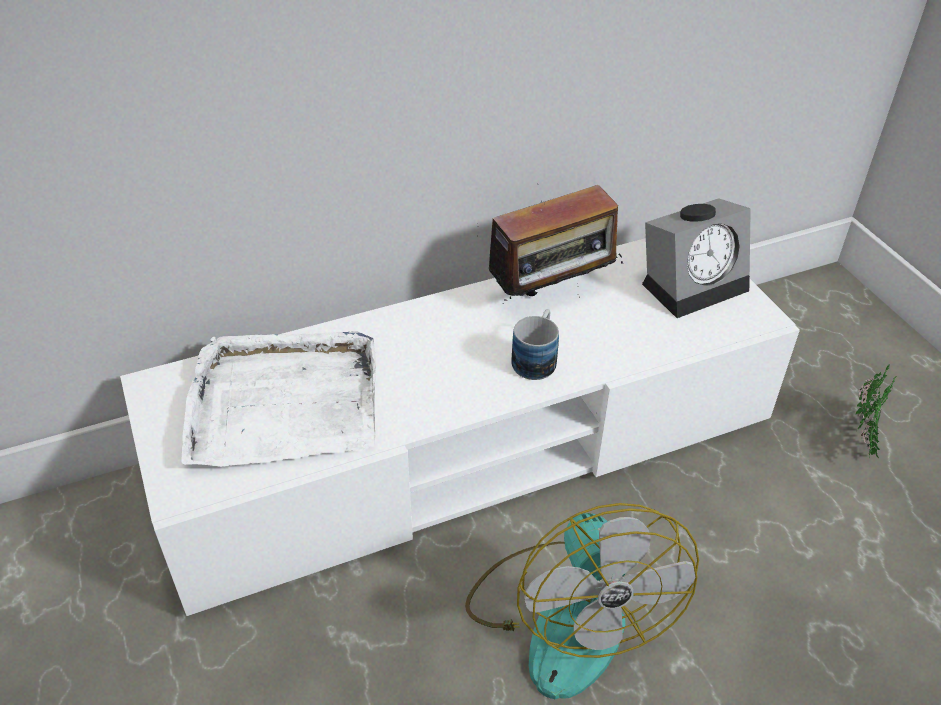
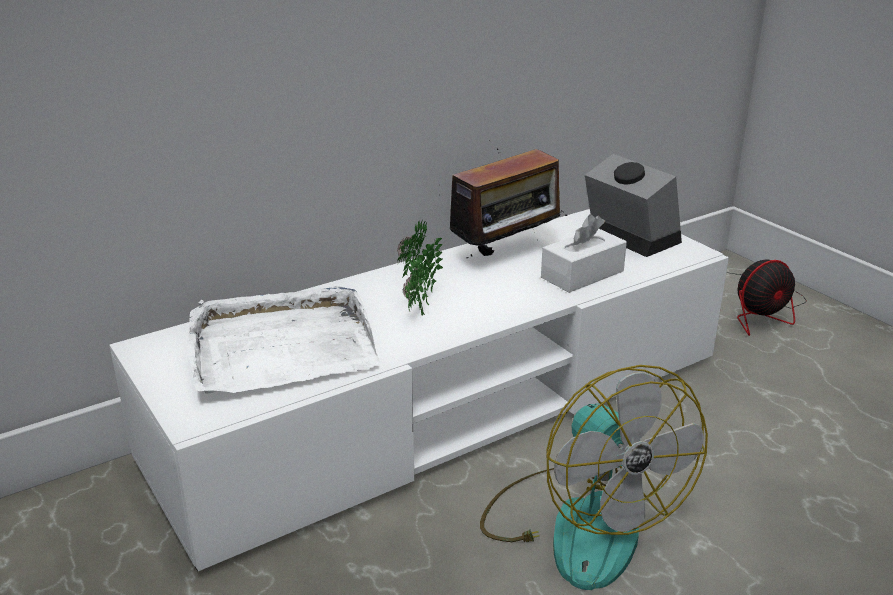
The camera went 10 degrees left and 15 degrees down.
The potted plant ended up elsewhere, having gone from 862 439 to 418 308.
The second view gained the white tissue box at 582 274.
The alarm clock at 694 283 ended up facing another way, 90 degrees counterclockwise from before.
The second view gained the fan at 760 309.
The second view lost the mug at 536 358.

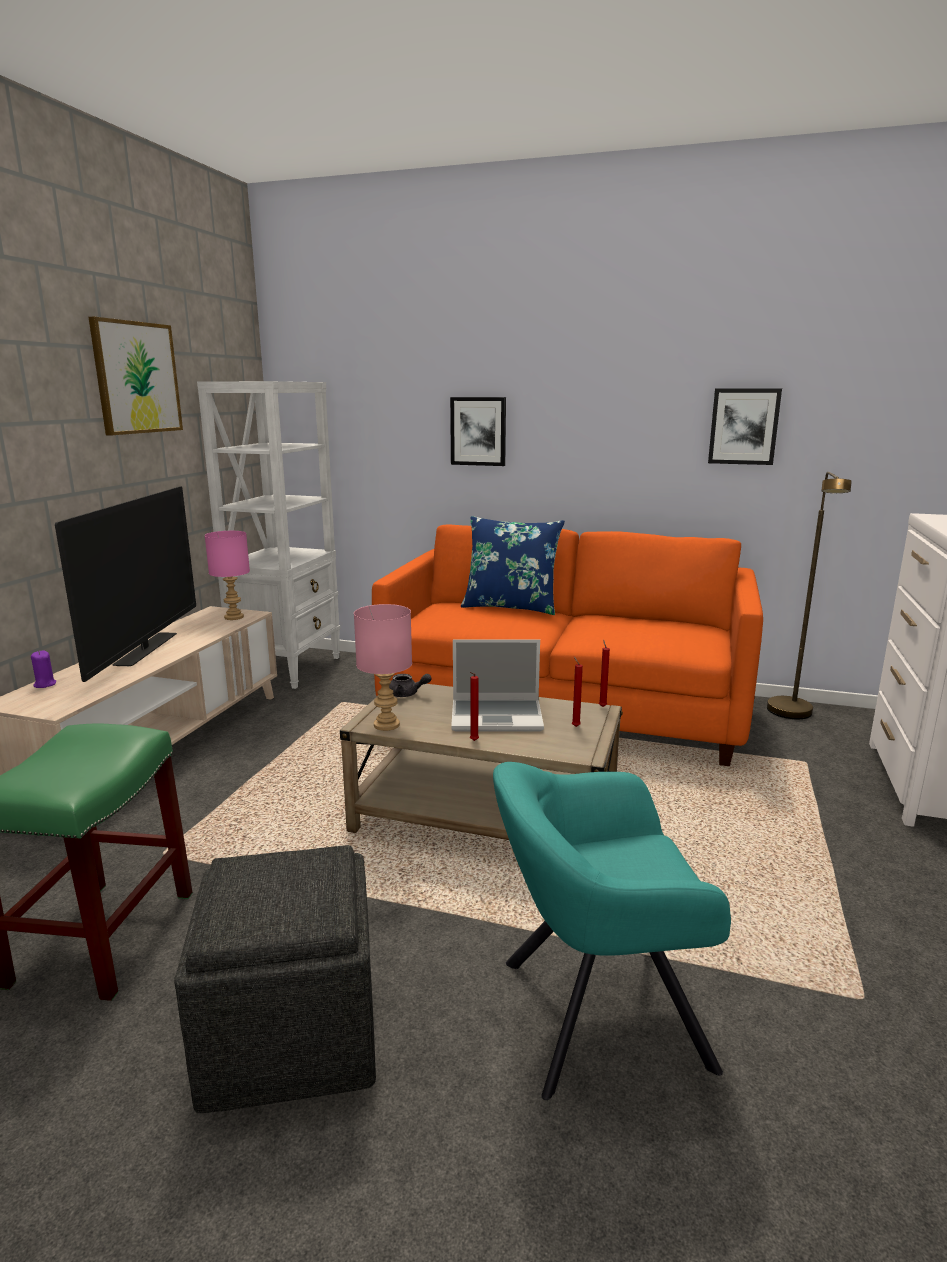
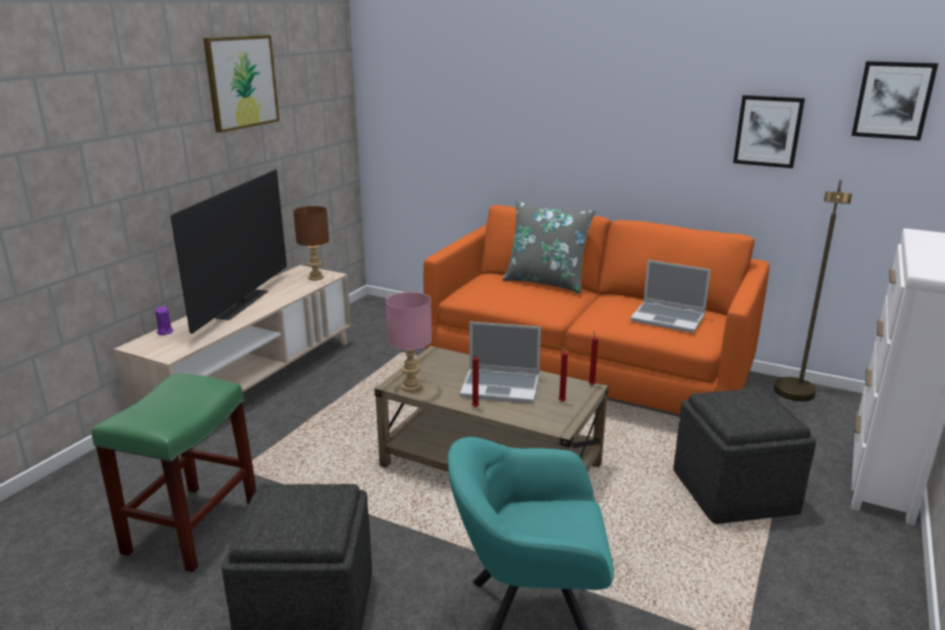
The camera went 10 degrees right and 5 degrees up.
What was the pink table lamp at 234 617 turned into the brown table lamp at 316 278.
What was the blue pillow at 511 607 turned into the grey pillow at 546 282.
The second view gained the laptop at 669 318.
The second view gained the grey ottoman at 735 492.
The picture ended up elsewhere, having gone from 478 431 to 893 100.
The second view lost the white bookcase at 288 668.
The second view lost the grey teapot at 407 694.

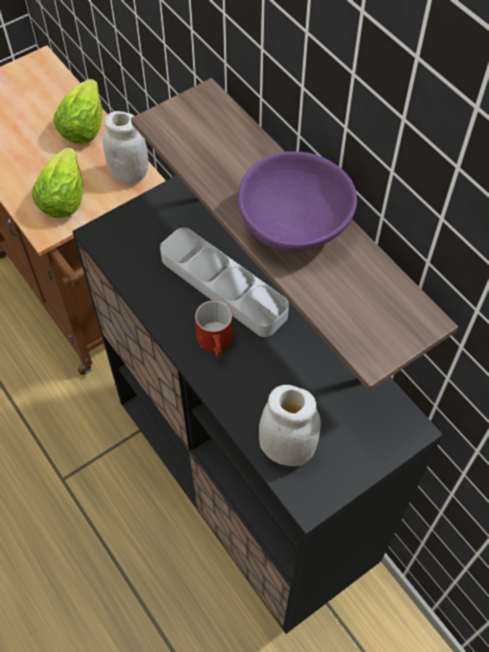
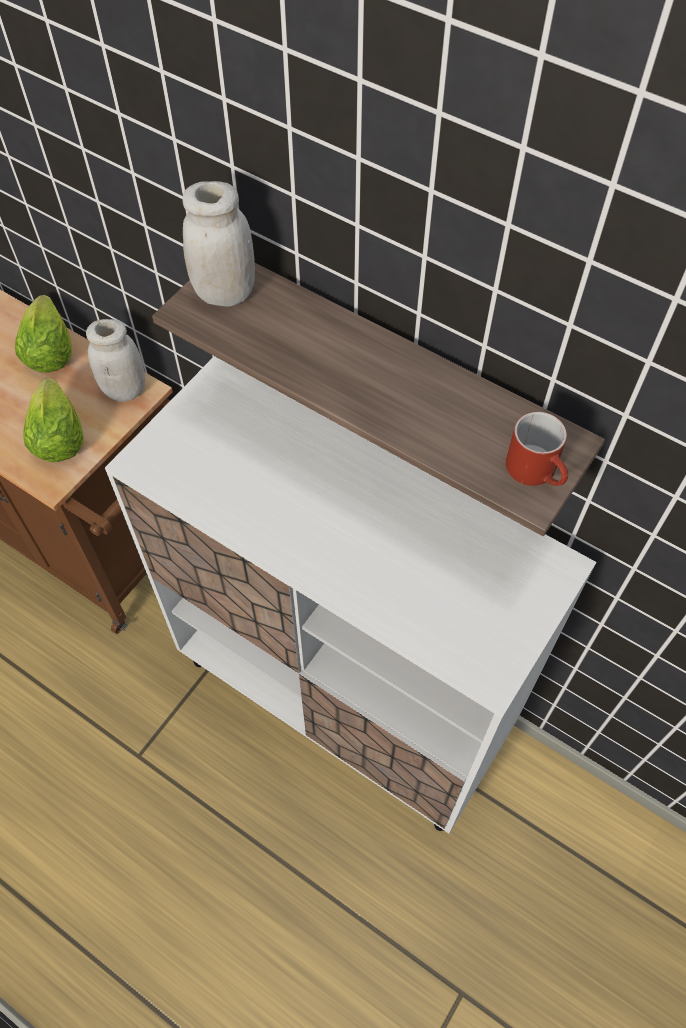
The camera went 20 degrees left and 0 degrees up.
What was the black cabinet at 245 492 turned into the white cabinet at 344 700.
The white jar ended up elsewhere, having gone from 287 449 to 225 293.
The red mug ended up elsewhere, having gone from 217 343 to 538 472.
The second view lost the grey tray at 223 286.
The second view lost the purple bowl at 293 225.

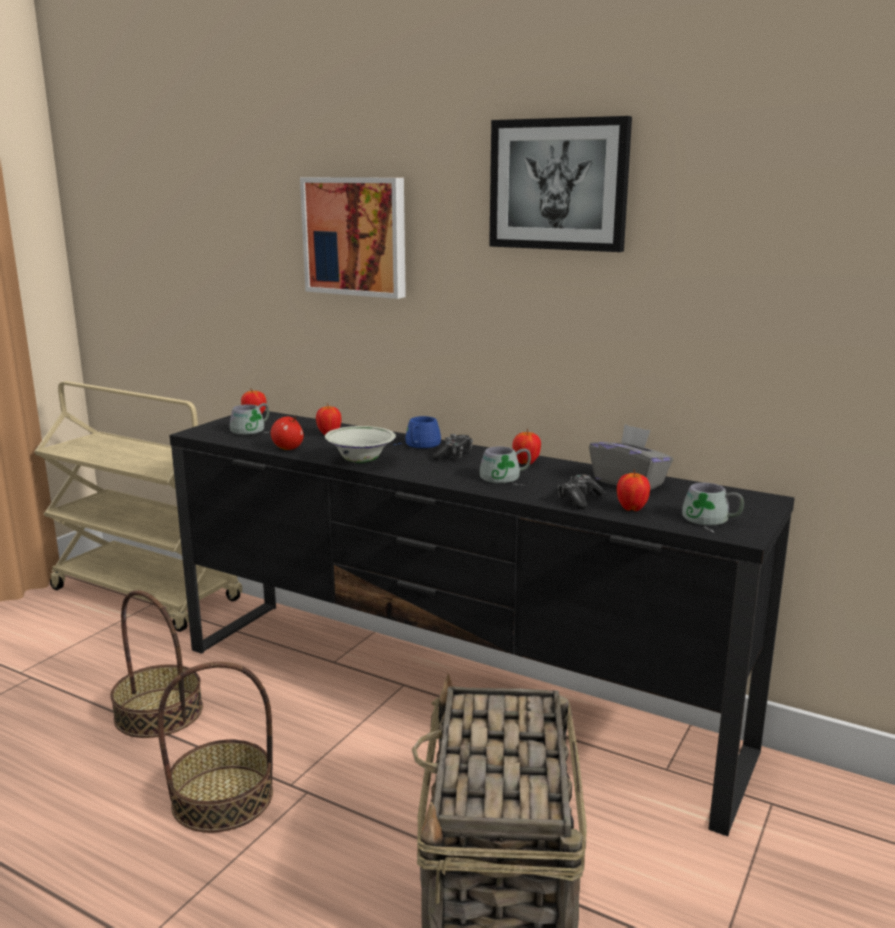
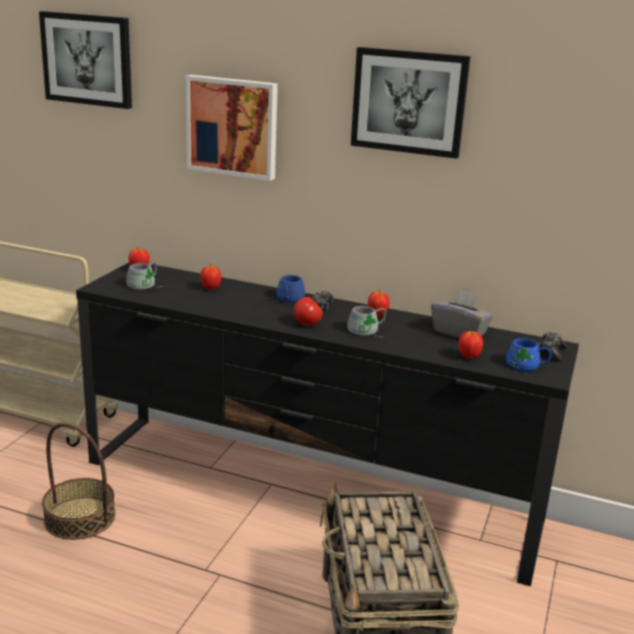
The camera went 10 degrees left and 5 degrees up.
The second view gained the picture at 88 59.
The apple ended up elsewhere, having gone from 288 448 to 307 324.
What was the grey mug at 709 521 turned into the blue mug at 526 366.
The game controller ended up elsewhere, having gone from 579 499 to 551 352.
The second view lost the basket at 223 798.
The second view lost the white bowl at 360 461.

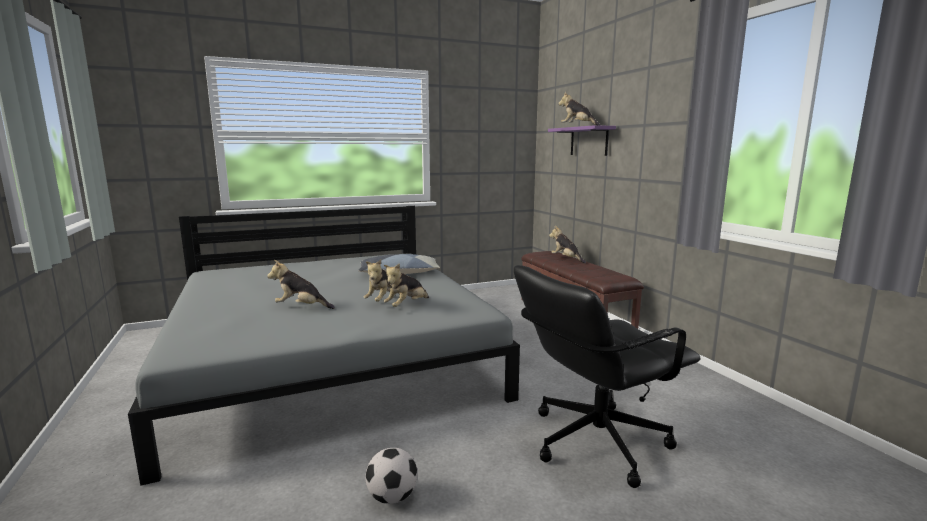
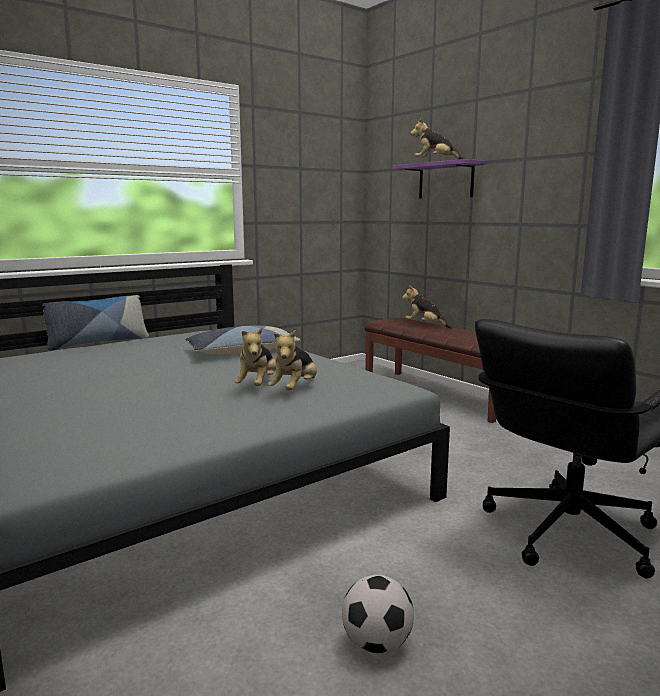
The camera went 15 degrees left and 0 degrees up.
The second view gained the pillow at 98 342.
The second view lost the plush toy at 301 307.

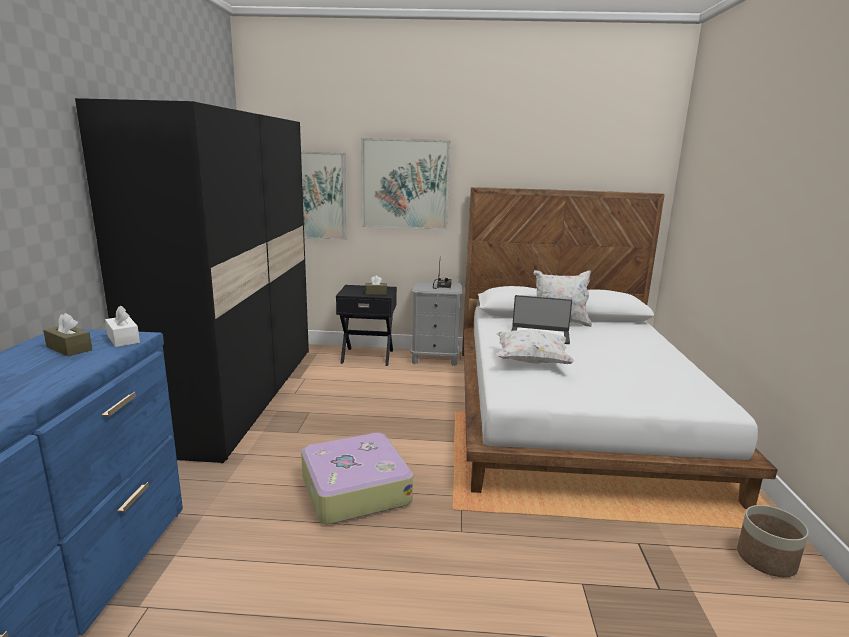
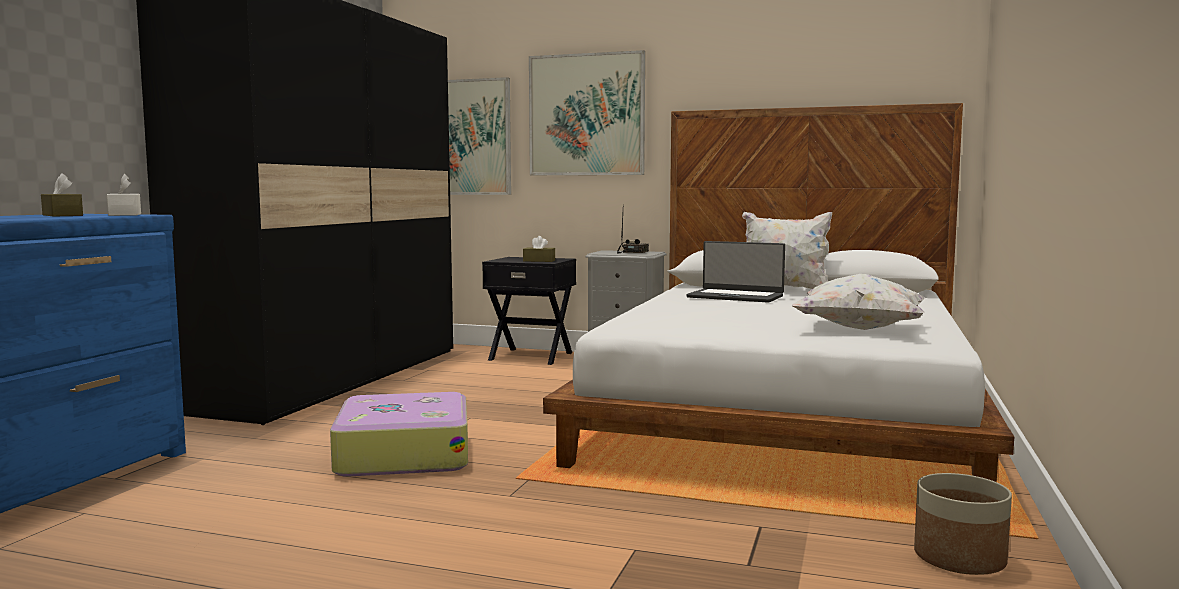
The camera went 15 degrees right and 10 degrees down.
The white pillow ended up elsewhere, having gone from 531 362 to 859 329.

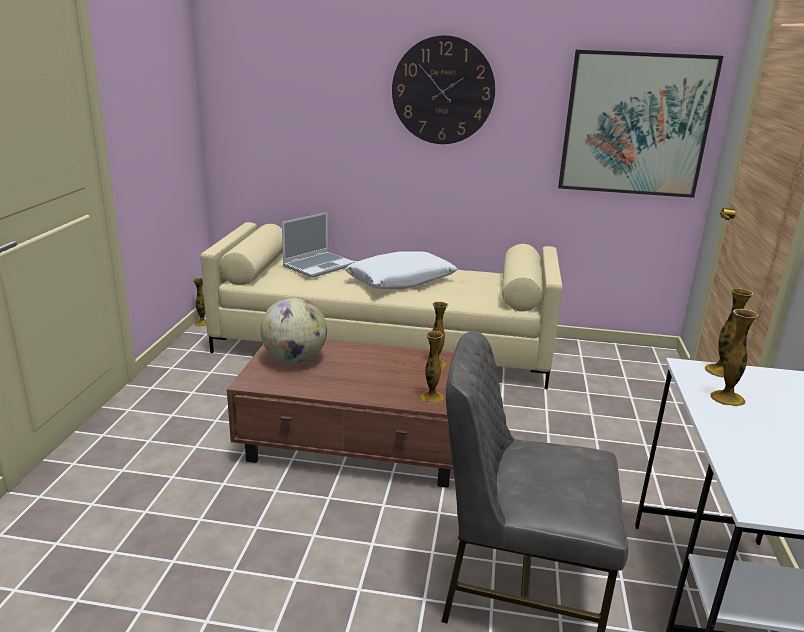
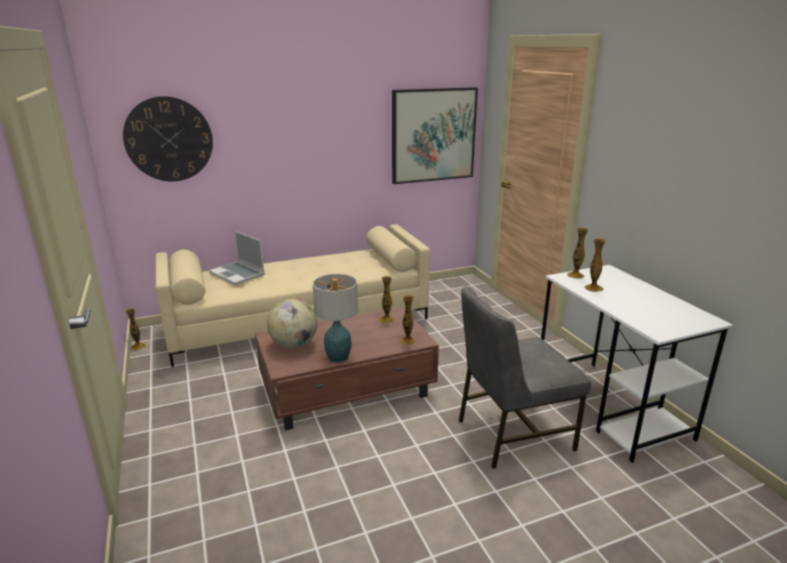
The camera went 30 degrees left and 0 degrees up.
The wall clock ended up elsewhere, having gone from 443 91 to 169 139.
The laptop at 319 266 ended up facing another way, 120 degrees clockwise from before.
The second view gained the table lamp at 337 357.
The second view lost the white pillow at 401 281.

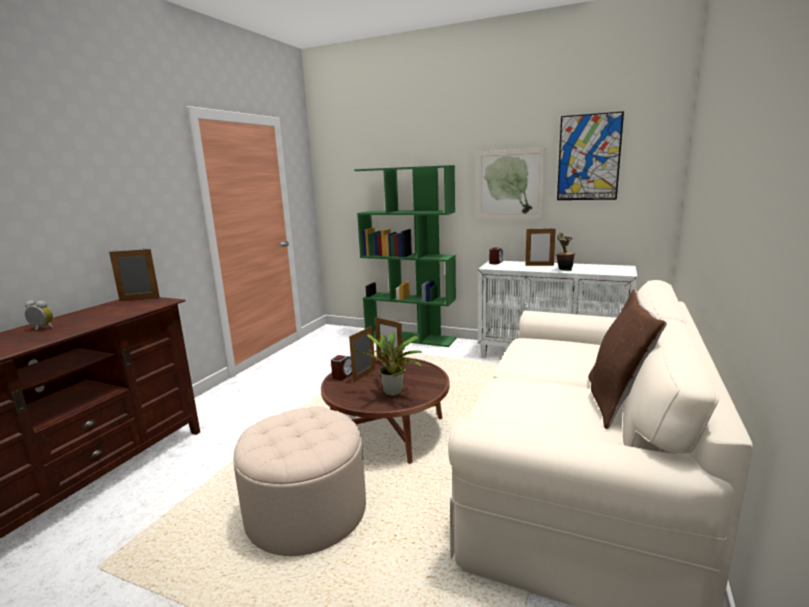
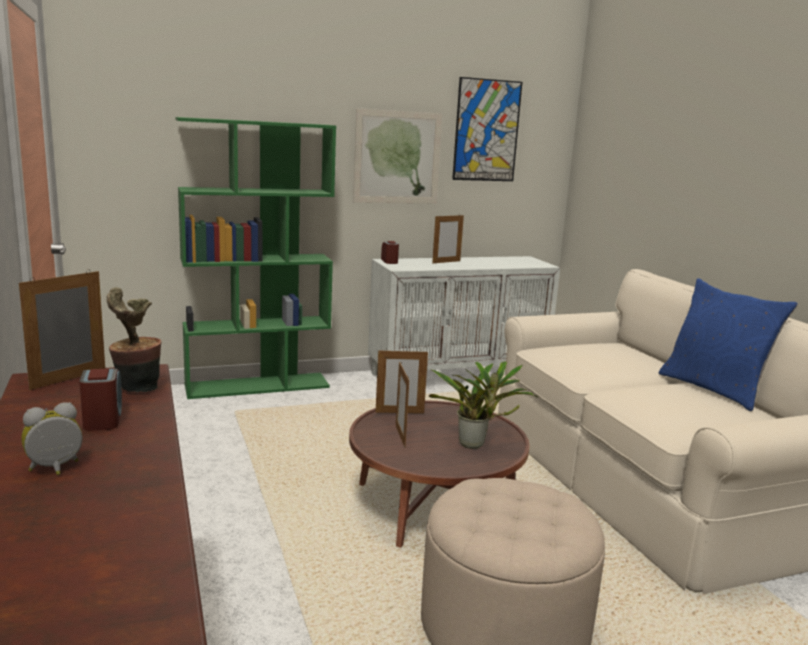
The camera went 45 degrees left and 0 degrees up.
The alarm clock ended up elsewhere, having gone from 343 375 to 103 418.
The potted plant ended up elsewhere, having gone from 563 270 to 135 389.
What was the brown pillow at 616 402 turned into the blue pillow at 714 389.

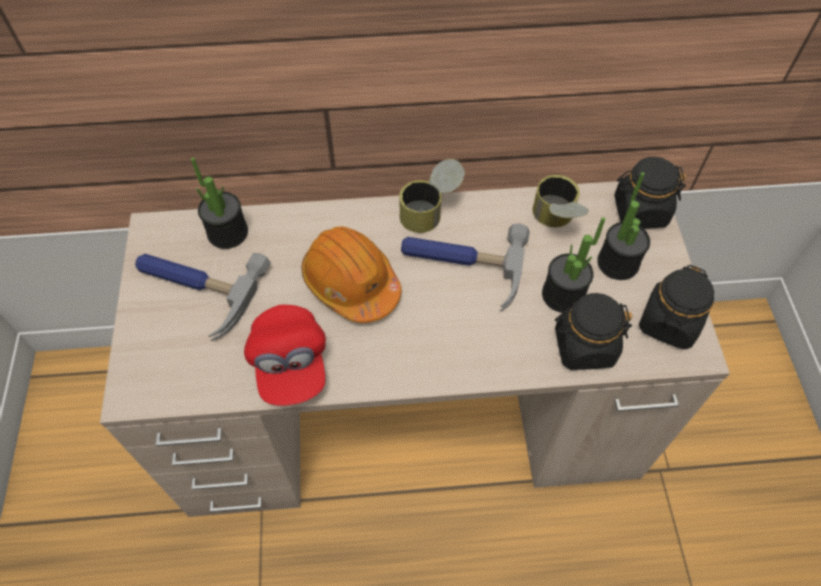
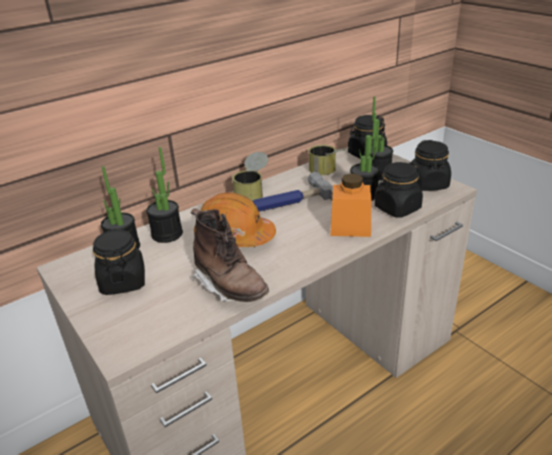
The camera went 30 degrees left and 25 degrees down.
Where the hammer stood at 194 289, the black jar came to stand at 123 281.
The second view gained the potted plant at 167 234.
Where the red cap stood at 290 364, the brown boot came to stand at 230 286.
The second view gained the orange jar at 350 227.

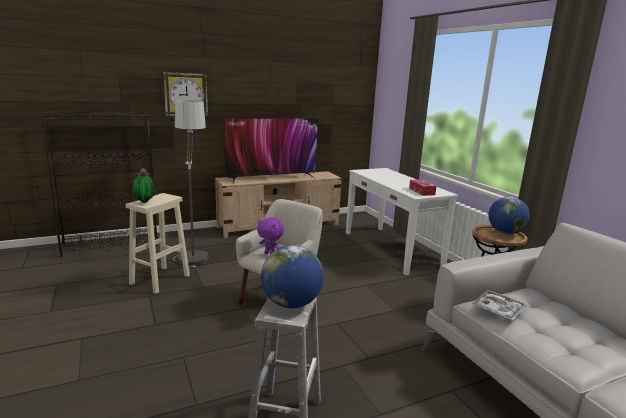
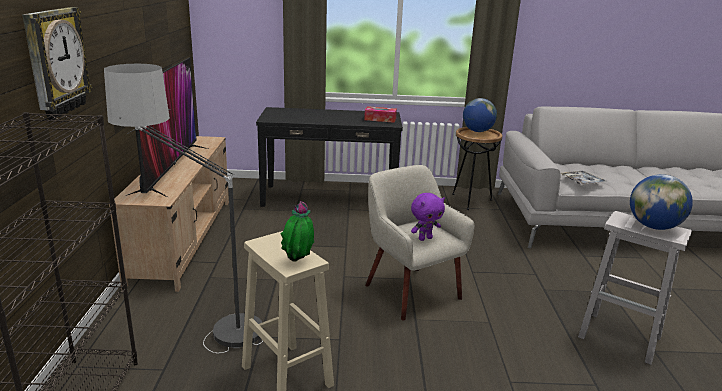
The camera went 65 degrees left and 5 degrees up.
What was the white console table at 391 249 turned into the black console table at 329 198.

